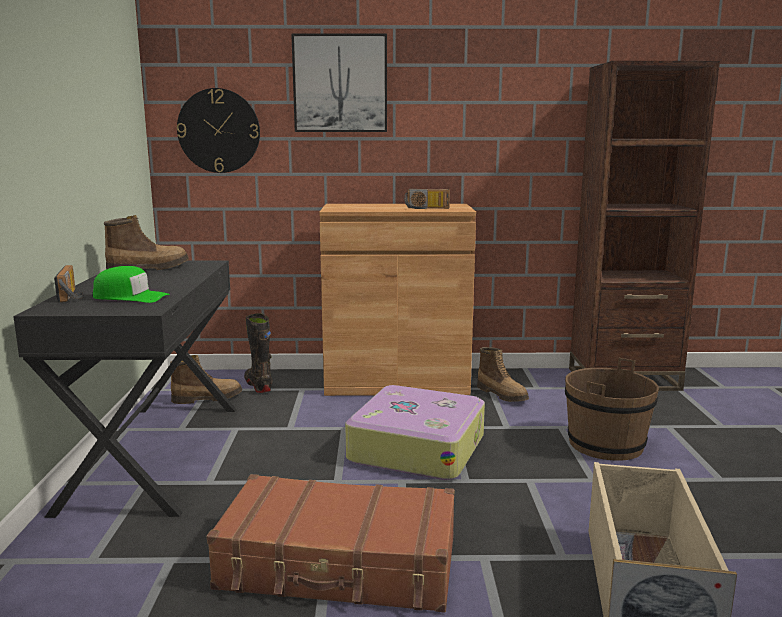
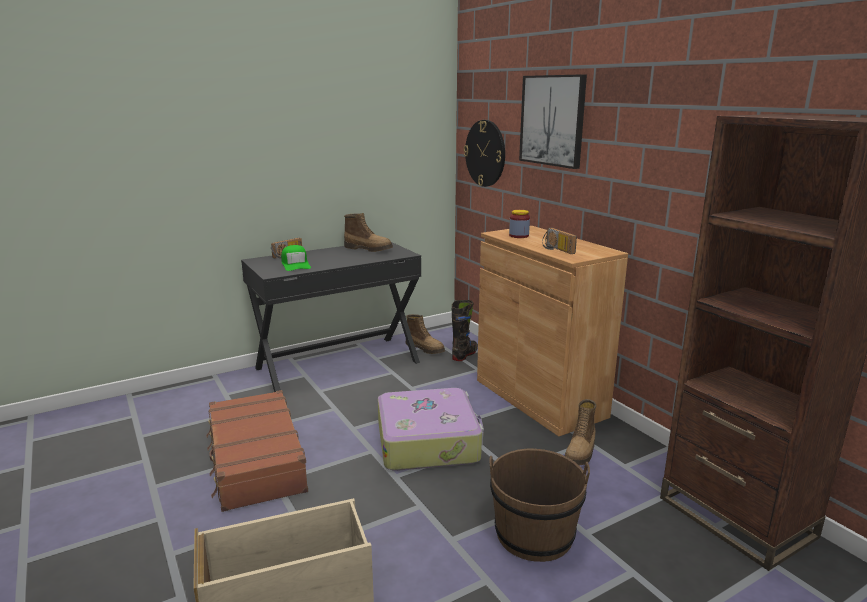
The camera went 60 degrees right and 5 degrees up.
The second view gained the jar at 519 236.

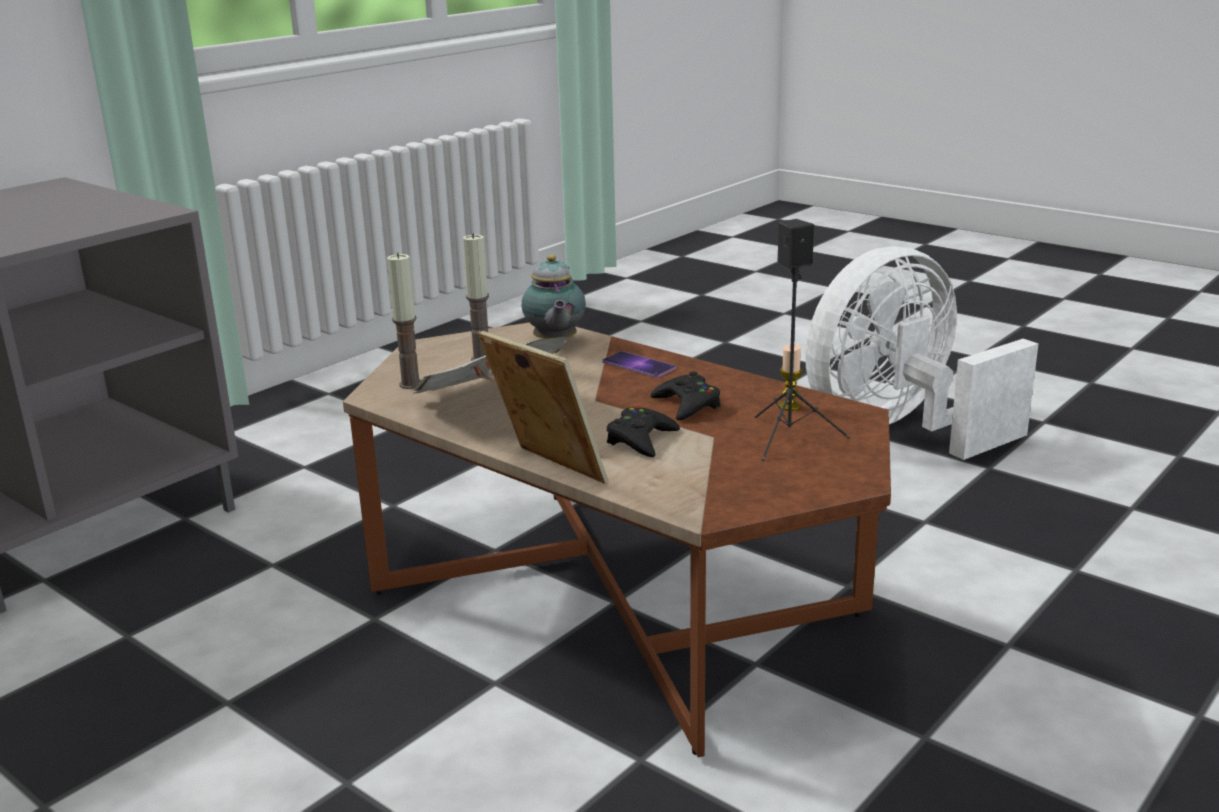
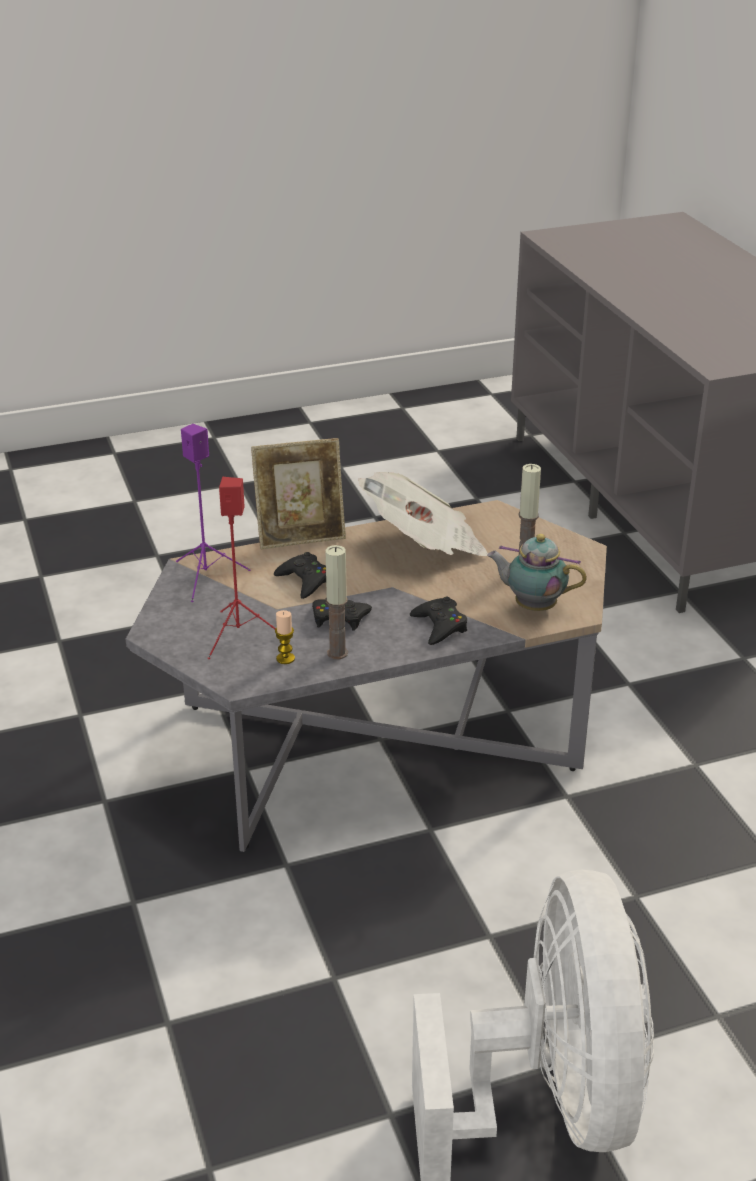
The camera went 120 degrees right and 10 degrees up.
What was the brown coffee table at 613 604 turned into the grey coffee table at 377 737.
The second view gained the purple speaker at 207 577.
What was the black speaker at 790 437 turned into the red speaker at 238 636.
The candle ended up elsewhere, having gone from 410 384 to 337 653.
Where the phone stood at 638 365, the black game controller came to stand at 440 626.

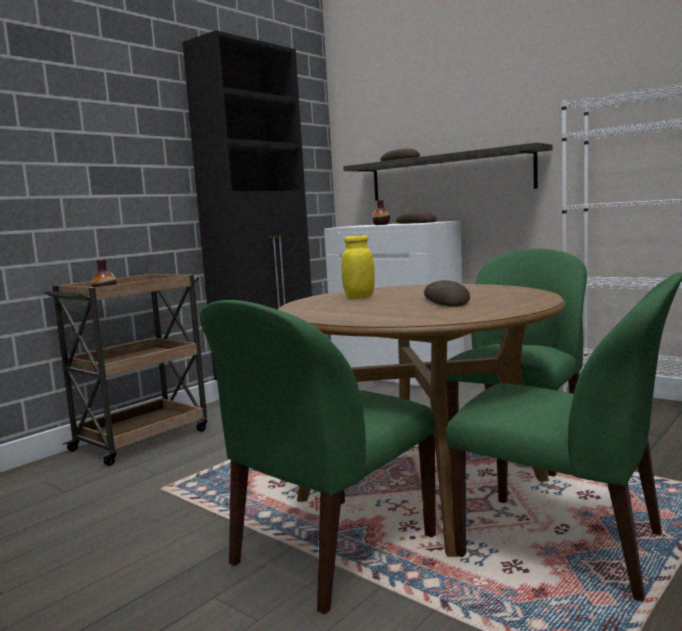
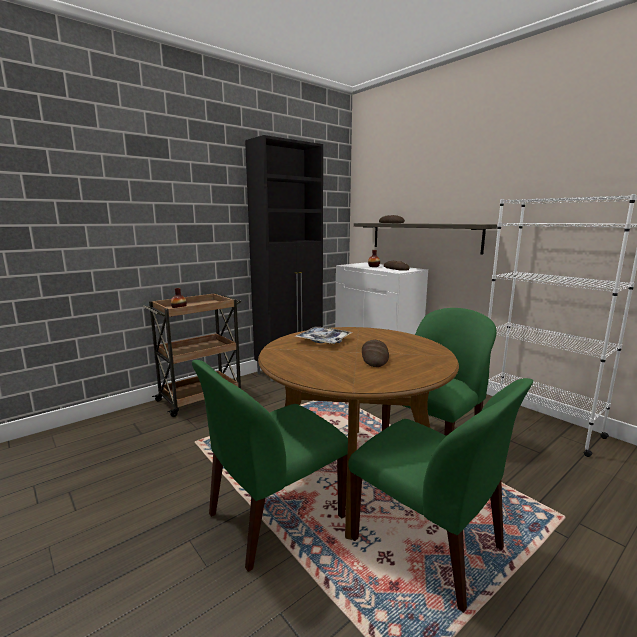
The camera went 10 degrees right and 5 degrees up.
Where the yellow jar stood at 359 297, the tray came to stand at 323 340.

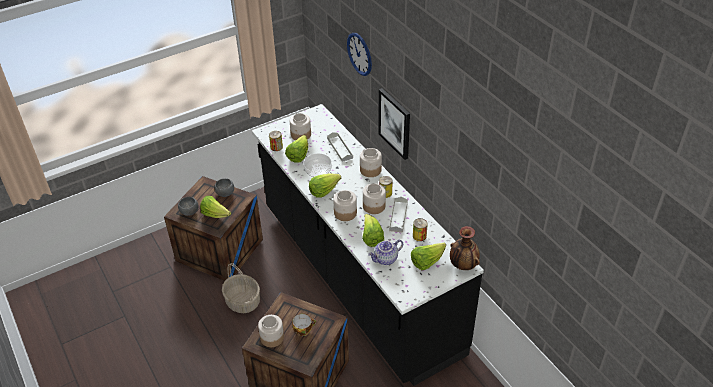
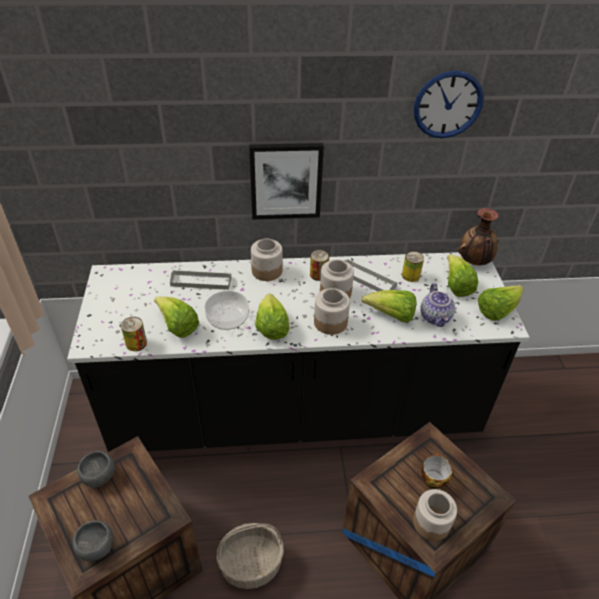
The camera went 65 degrees left and 0 degrees up.
The wall clock ended up elsewhere, having gone from 359 54 to 448 105.
The lettuce ended up elsewhere, having gone from 215 214 to 497 311.
The second view lost the jar at 301 135.

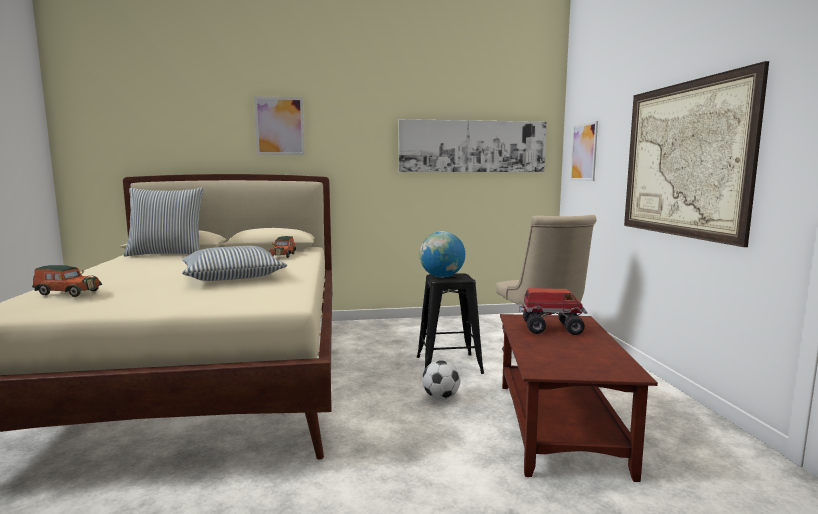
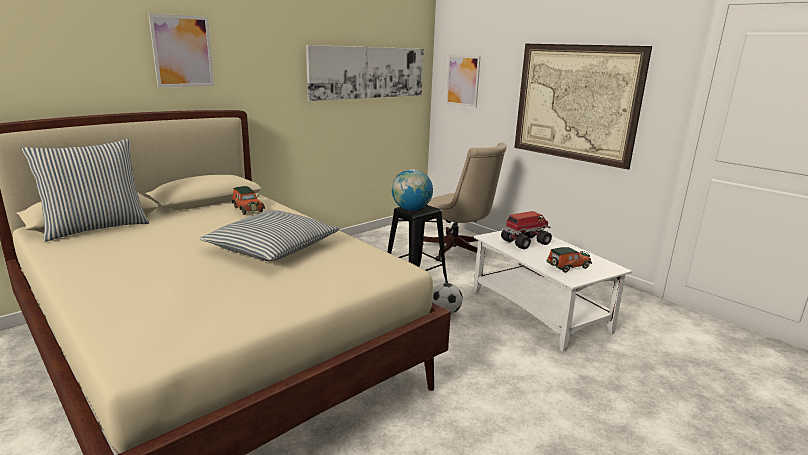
The camera went 35 degrees left and 10 degrees up.
What was the brown coffee table at 557 425 turned into the white coffee table at 537 310.
The toy car ended up elsewhere, having gone from 66 293 to 567 267.

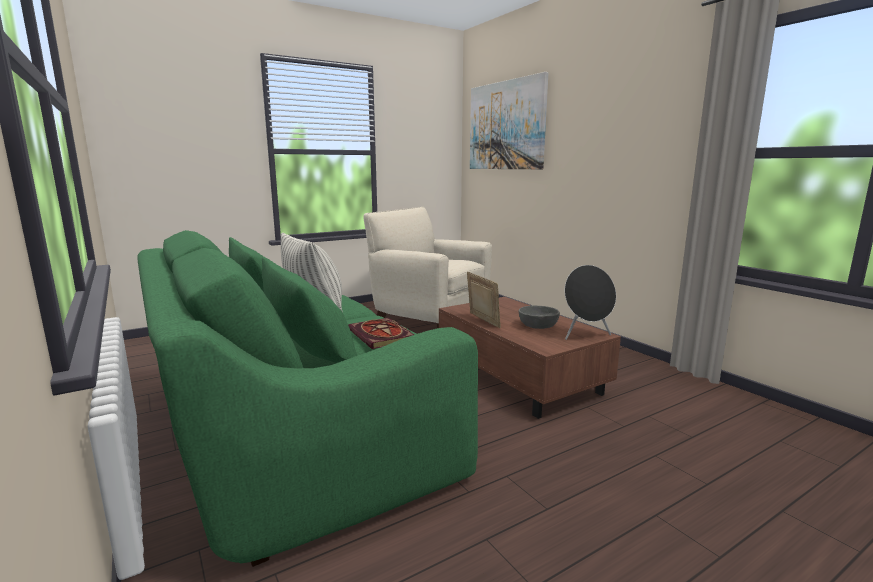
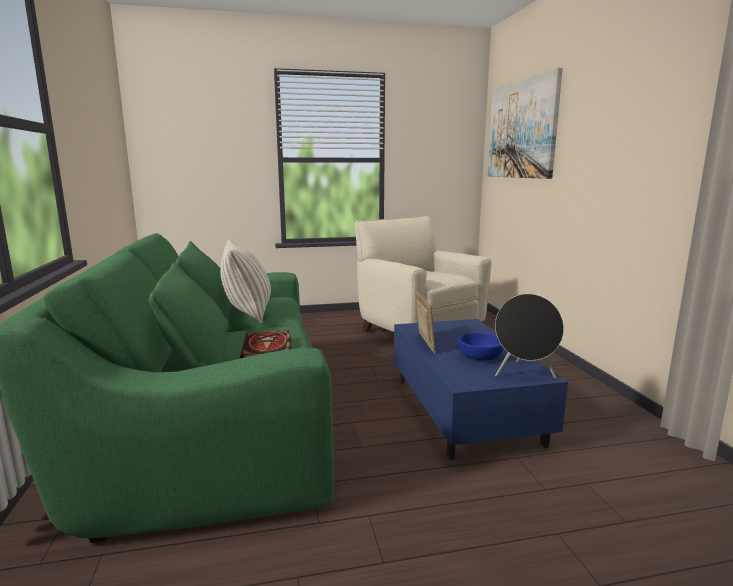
The camera went 20 degrees right and 0 degrees up.
What was the brown coffee table at 518 376 turned into the blue coffee table at 463 409.
What was the grey bowl at 538 325 turned into the blue bowl at 480 356.

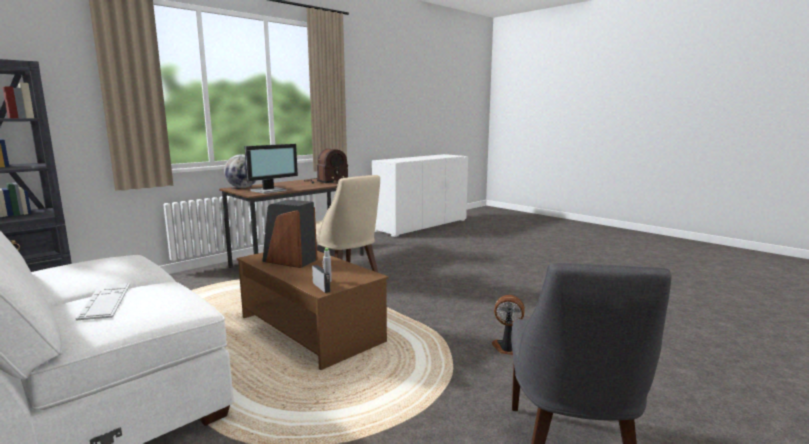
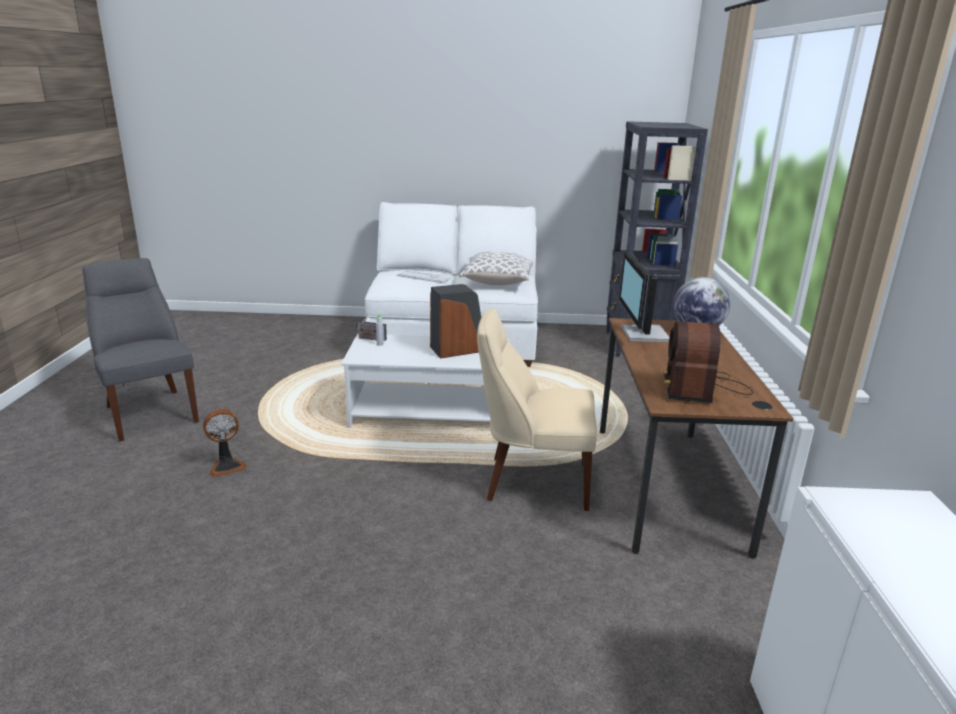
The camera went 135 degrees right and 10 degrees up.
What was the brown coffee table at 310 329 turned into the white coffee table at 430 413.
The second view gained the pillow at 496 282.

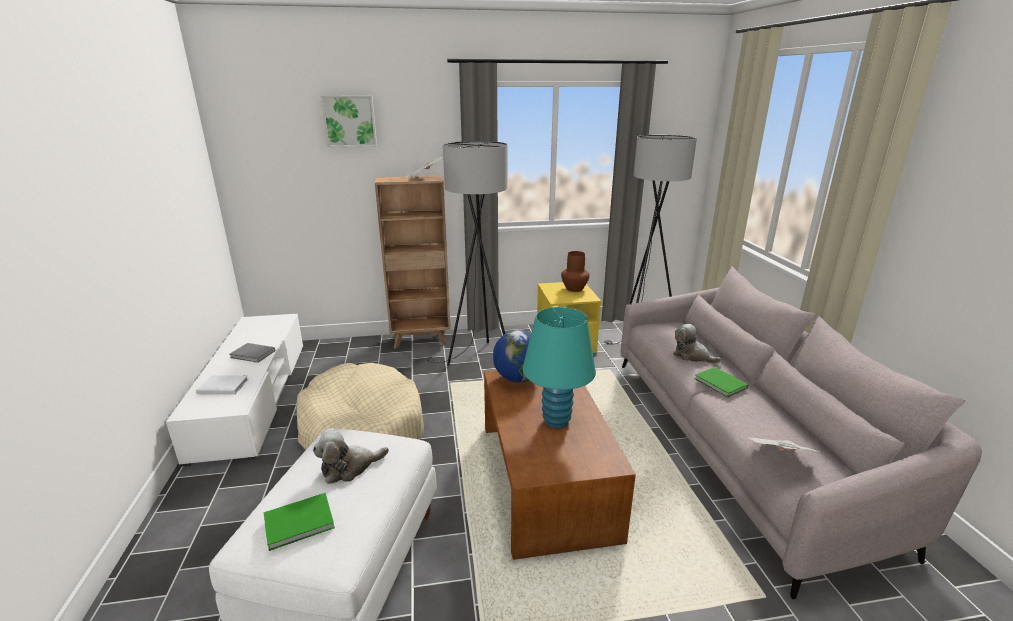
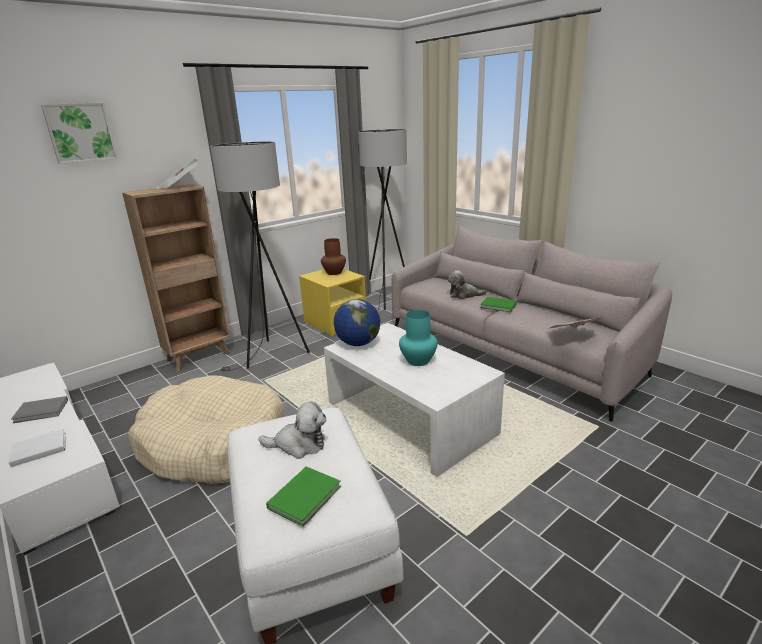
The camera went 30 degrees left and 0 degrees up.
The plush toy at 349 467 ended up facing another way, 120 degrees counterclockwise from before.
What was the brown coffee table at 546 478 turned into the white coffee table at 410 417.
Where the turquoise table lamp stood at 556 421, the turquoise vase came to stand at 419 361.

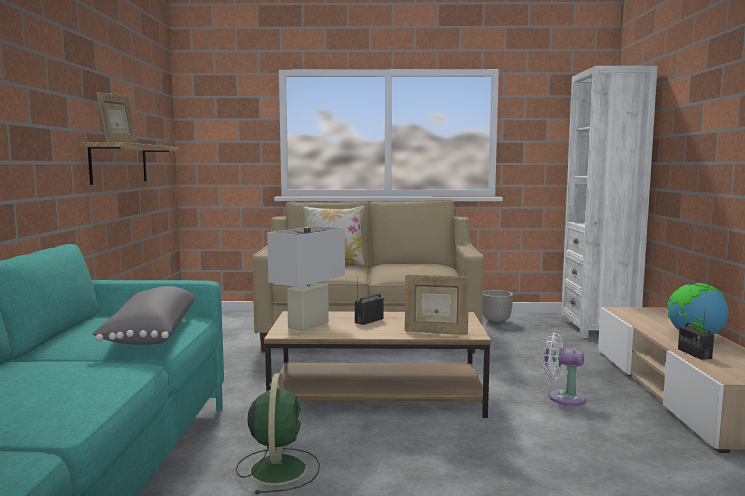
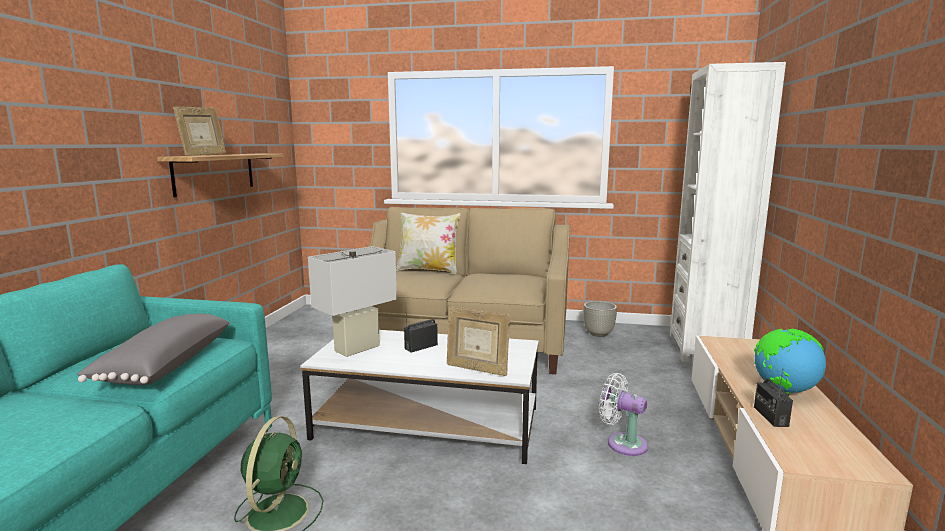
The camera went 10 degrees right and 5 degrees up.
What was the brown coffee table at 377 395 turned into the white coffee table at 428 422.

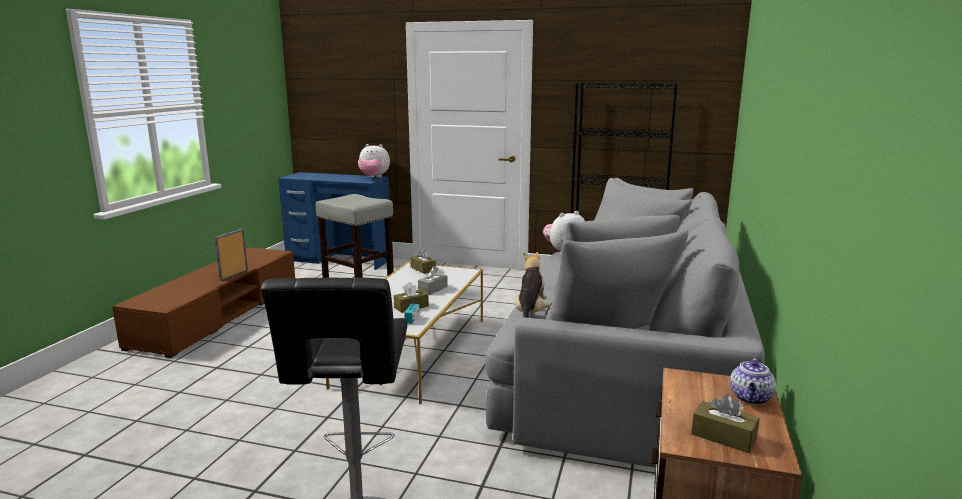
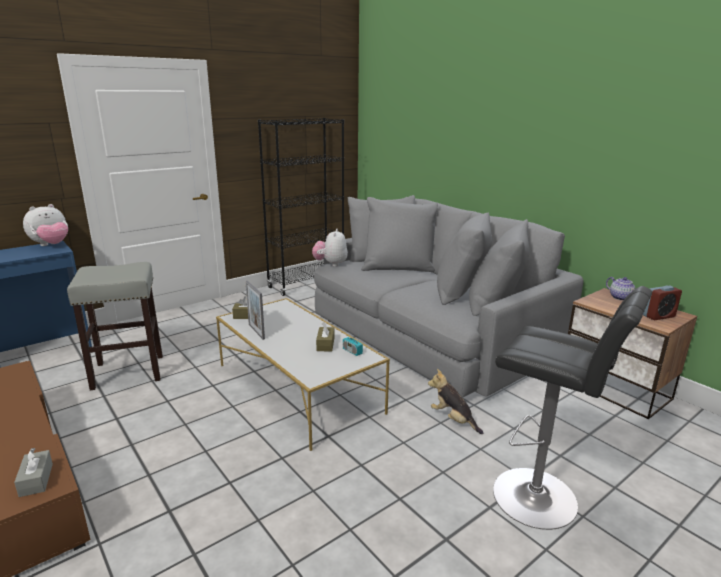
The camera went 55 degrees left and 5 degrees up.
The grey tissue box ended up elsewhere, having gone from 433 289 to 36 480.
The picture frame ended up elsewhere, having gone from 234 275 to 256 331.
The plush toy ended up elsewhere, having gone from 530 313 to 453 419.
Where the brown tissue box stood at 723 436, the alarm clock came to stand at 658 316.

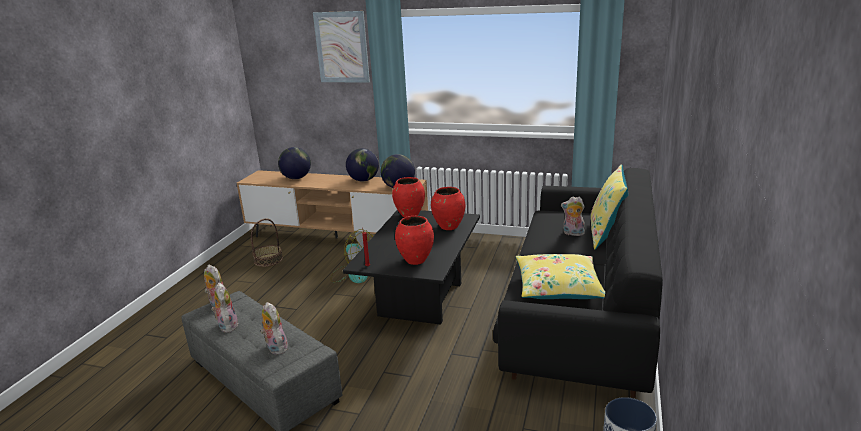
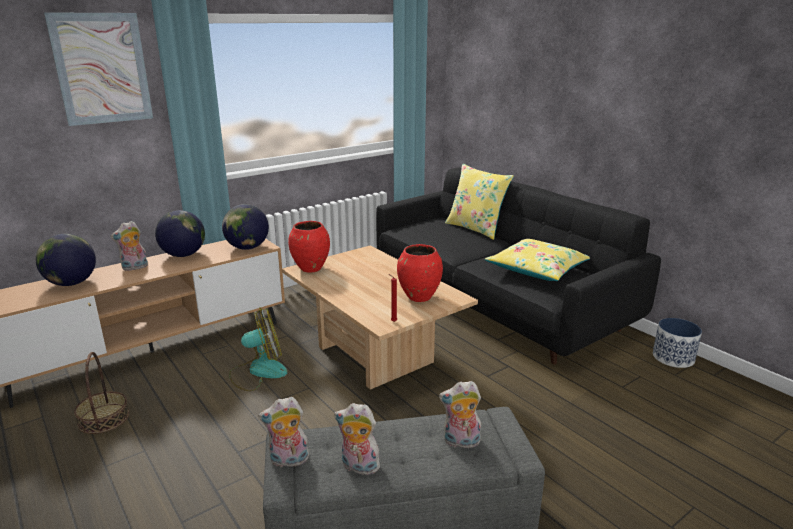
The camera went 55 degrees left and 0 degrees up.
The plush toy ended up elsewhere, having gone from 572 233 to 134 268.
What was the black coffee table at 421 299 turned into the beige coffee table at 375 354.
The second view lost the red vase at 449 227.

